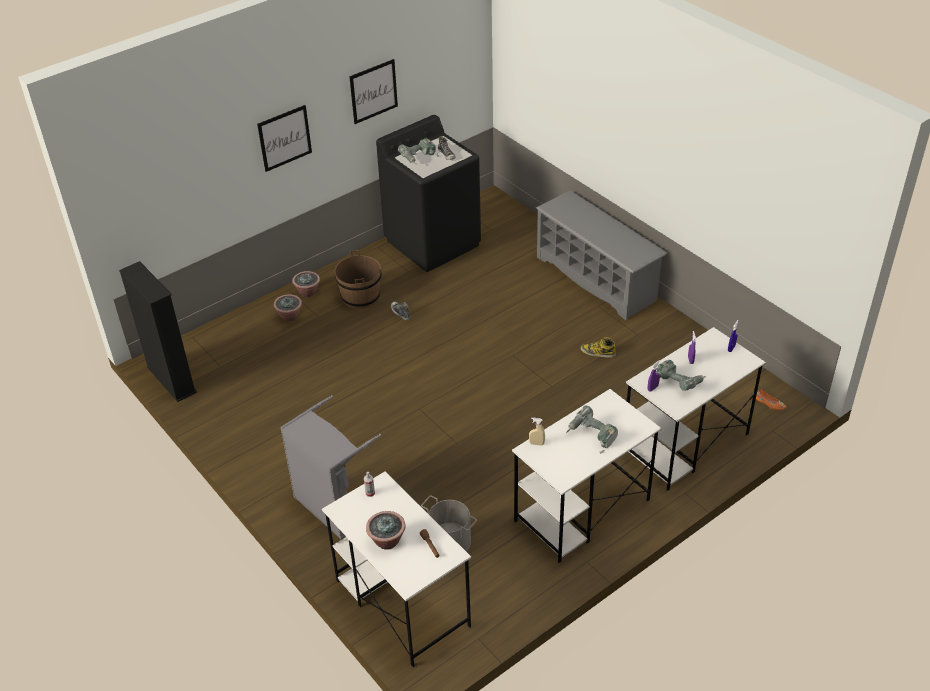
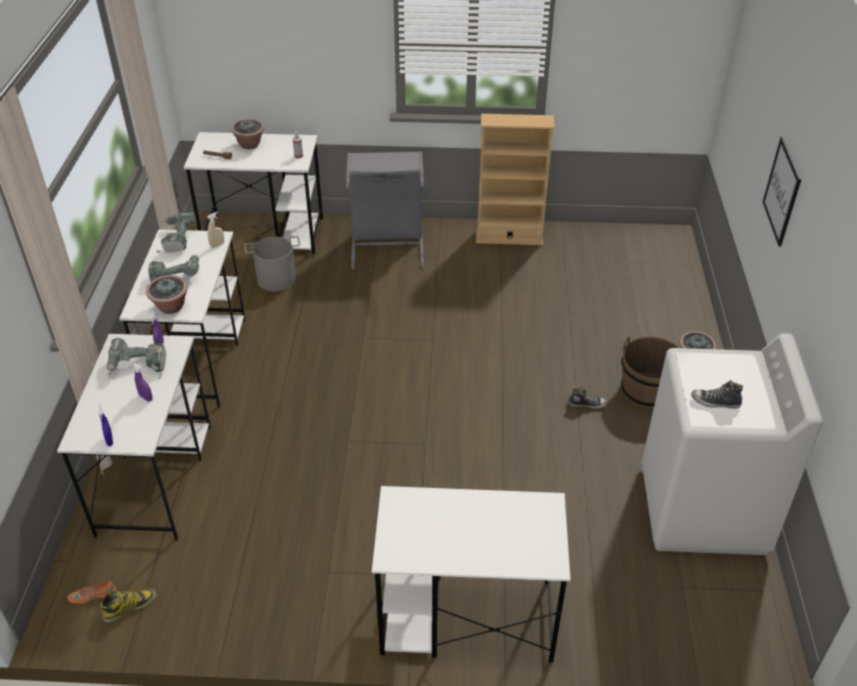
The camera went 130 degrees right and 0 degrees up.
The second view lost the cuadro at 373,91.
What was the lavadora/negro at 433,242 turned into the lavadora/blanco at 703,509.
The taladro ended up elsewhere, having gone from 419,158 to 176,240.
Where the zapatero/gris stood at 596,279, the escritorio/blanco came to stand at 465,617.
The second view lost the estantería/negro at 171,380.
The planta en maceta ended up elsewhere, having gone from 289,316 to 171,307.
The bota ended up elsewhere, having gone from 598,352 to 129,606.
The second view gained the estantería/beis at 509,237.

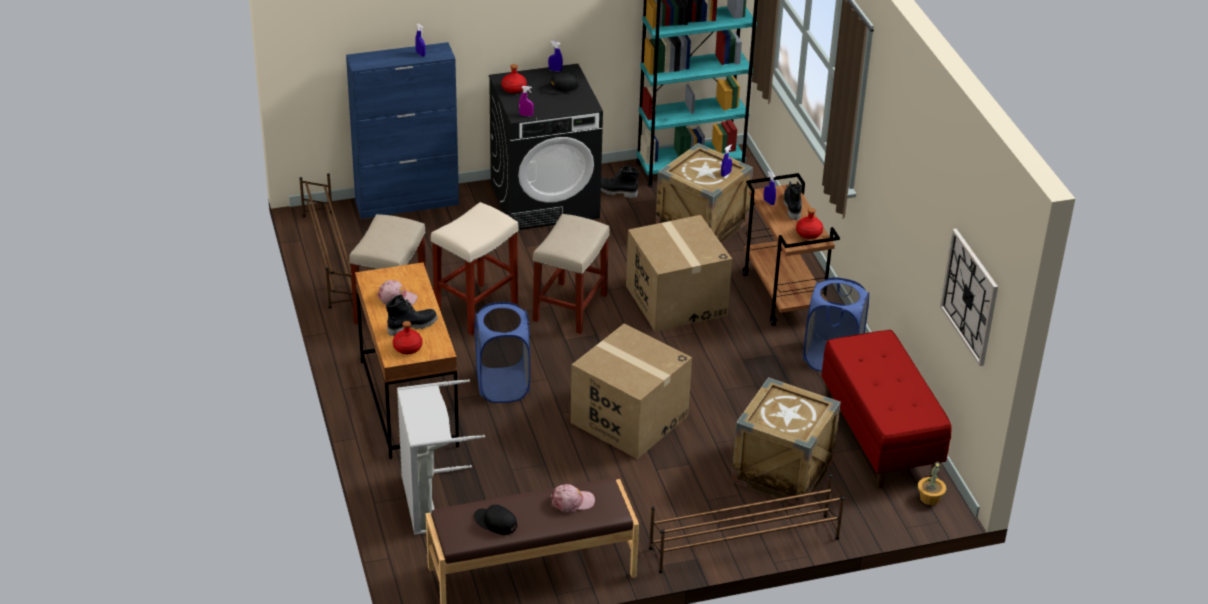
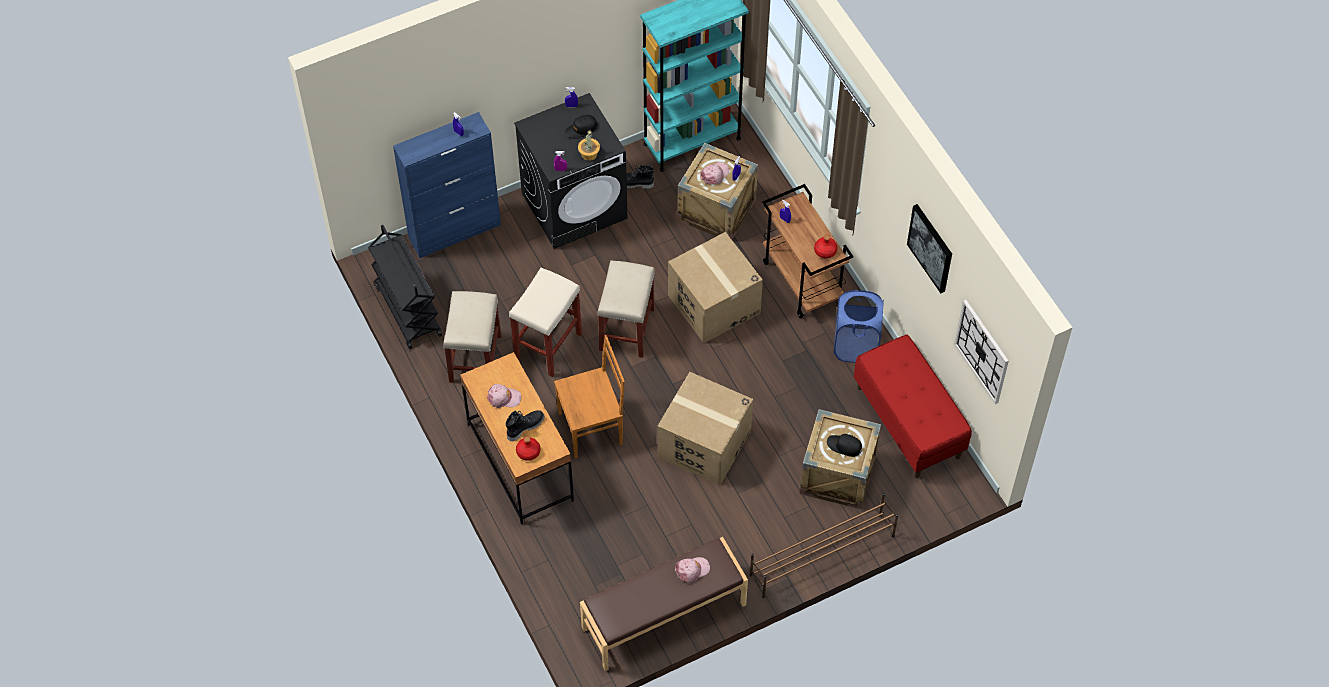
The camera went 10 degrees left and 20 degrees up.
The second view lost the botella/rojo at 514,89.
Where the zapatero/marrón stood at 330,258, the carrito/negro came to stand at 407,310.
The second view lost the bota/negro at 792,206.
Where the cesto de la ropa/azul stood at 503,385, the silla/marrón came to stand at 592,428.
The second view lost the cesto de la ropa/gris at 431,502.
The planta en maceta ended up elsewhere, having gone from 929,497 to 589,154.
The gorra/negro ended up elsewhere, having gone from 495,523 to 844,446.
The second view gained the gorra/rosa at 715,174.
The second view gained the cuadro at 931,248.

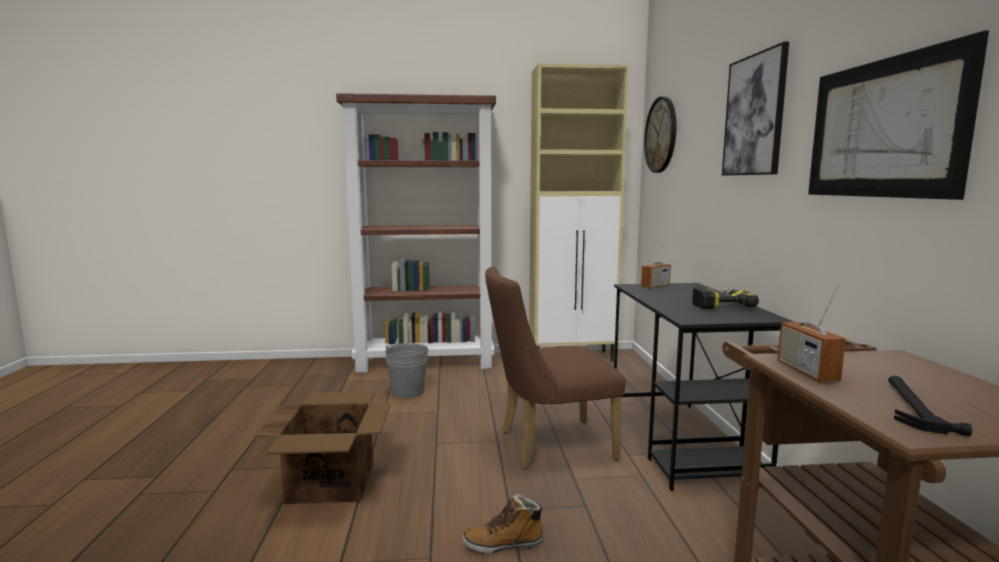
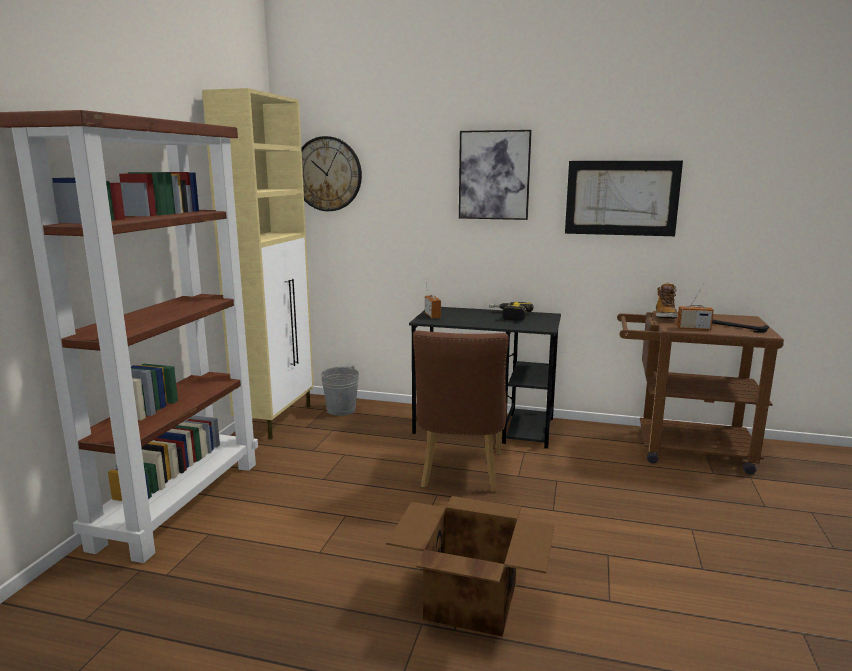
The camera went 70 degrees left and 5 degrees up.
The cubo/gris ended up elsewhere, having gone from 408,392 to 341,410.
The bota ended up elsewhere, having gone from 504,544 to 665,316.

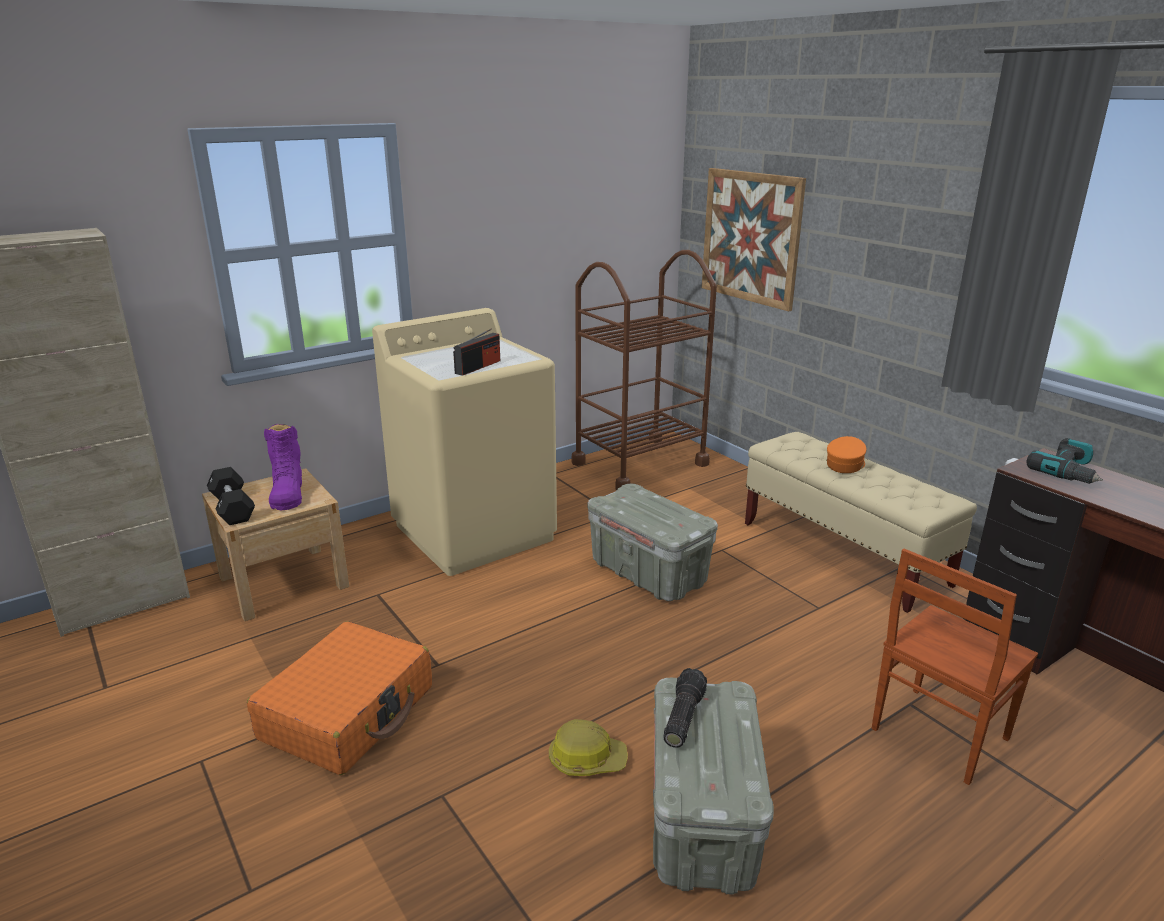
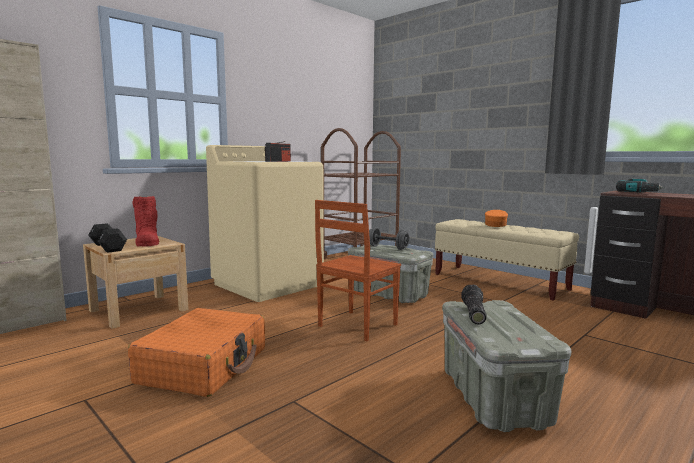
The camera went 10 degrees left and 15 degrees down.
The second view lost the cuadro at 751,237.
What was the bota/morado at 287,492 turned into the bota/rojo at 147,242.
The silla/marrón ended up elsewhere, having gone from 936,734 to 356,325.
The second view lost the casco at 586,759.
The second view gained the mancuerna/gris at 387,248.

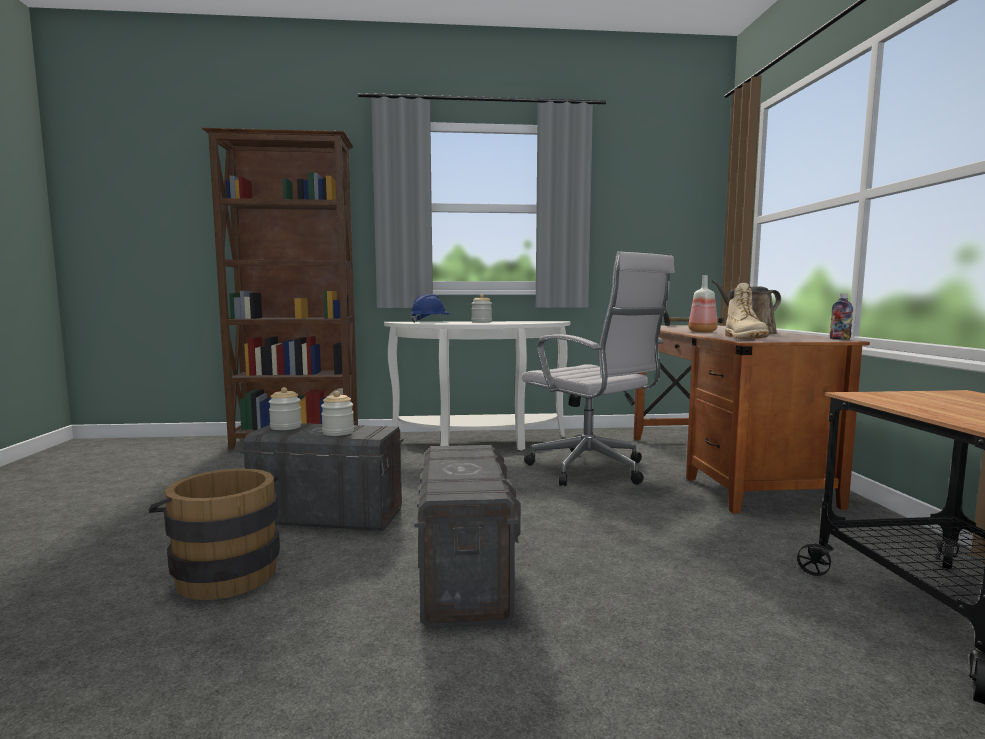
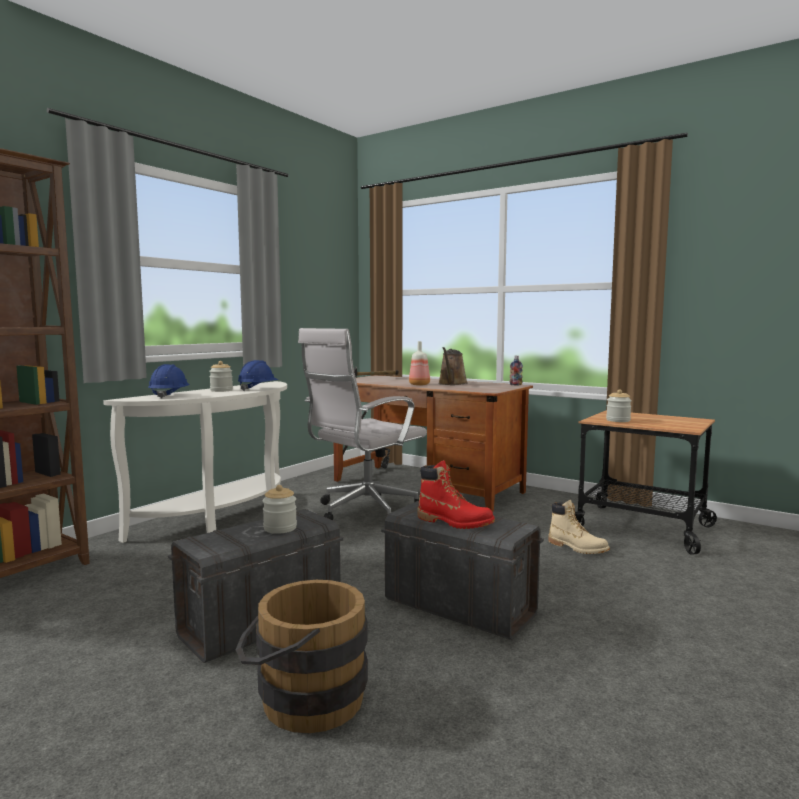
The camera went 50 degrees left and 0 degrees up.
The silla de oficina/blanco at 593,470 ended up facing another way, 135 degrees clockwise from before.
The bota/beis ended up elsewhere, having gone from 745,338 to 577,548.
The tarro ended up elsewhere, having gone from 285,427 to 618,420.
The second view gained the casco/azul at 258,389.
The second view gained the bota/rojo at 454,522.

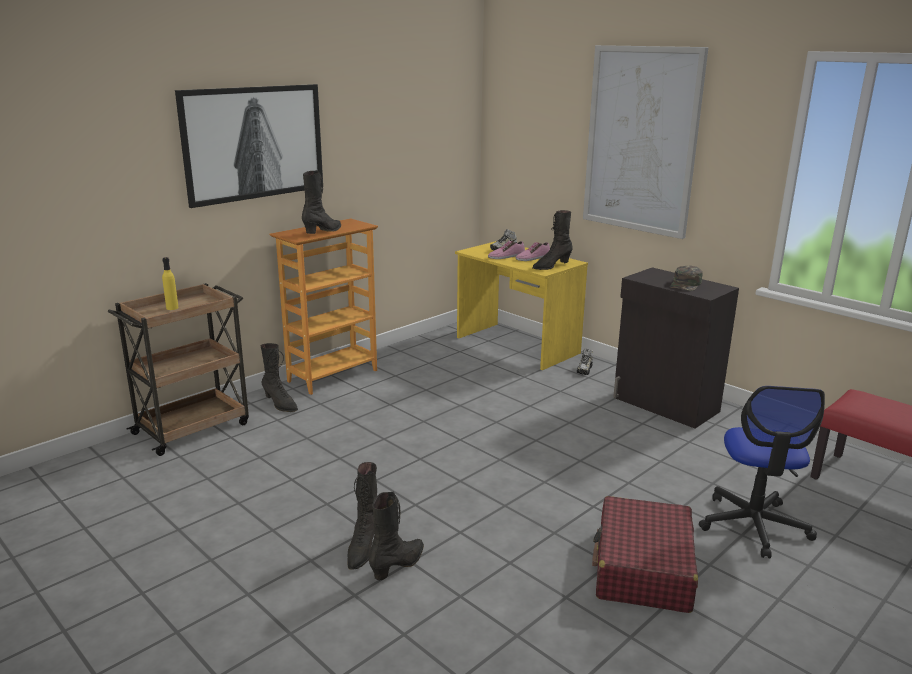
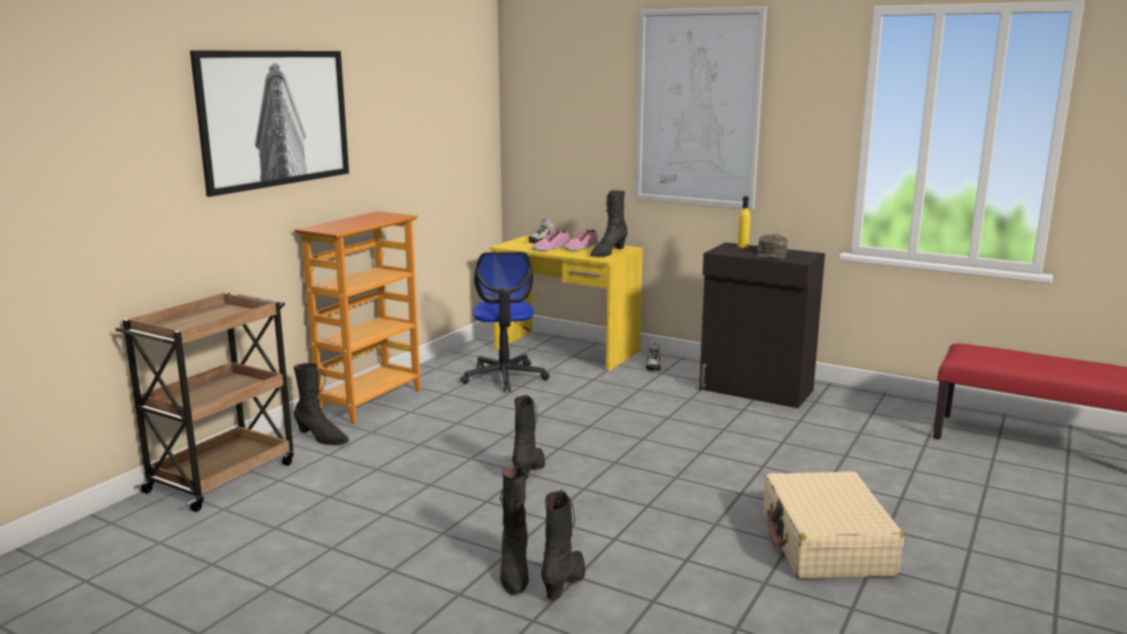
The camera went 15 degrees left and 5 degrees down.
The bota/negro ended up elsewhere, having gone from 323,231 to 530,470.
The botella/amarillo ended up elsewhere, having gone from 172,308 to 743,246.
The silla de oficina ended up elsewhere, having gone from 753,525 to 504,377.
What was the maleta/rojo at 643,568 turned into the maleta/beis at 826,543.

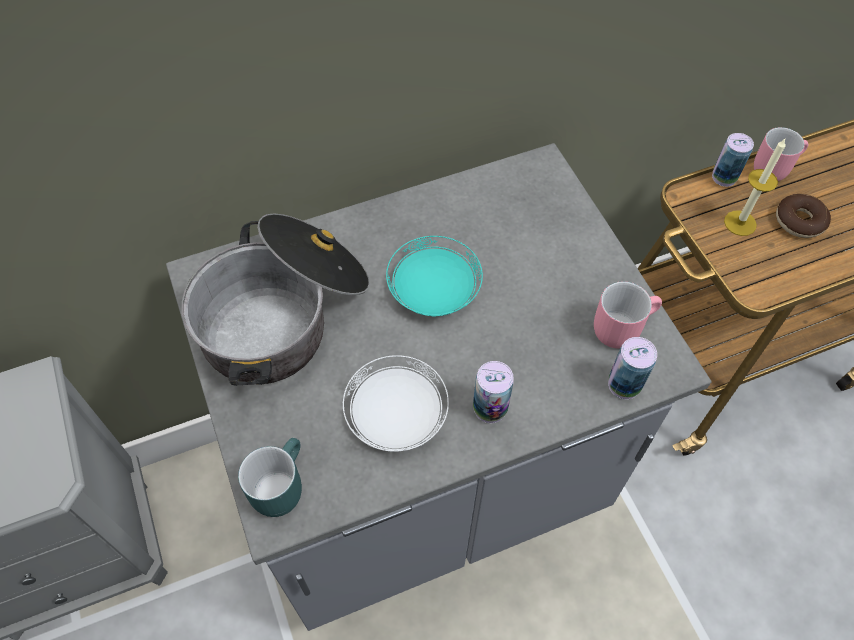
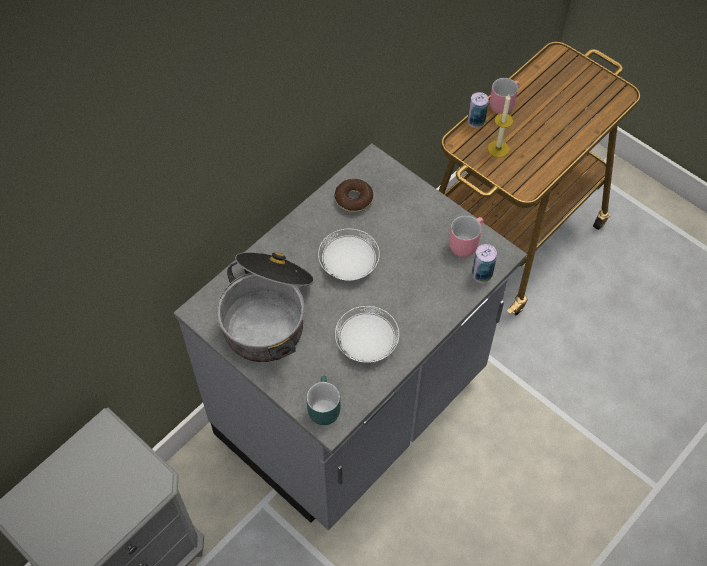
The camera went 25 degrees left and 0 degrees up.
The rosquilla ended up elsewhere, having gone from 799,221 to 353,199.
What was the plato/turquesa at 433,291 turned into the plato/blanco at 348,264.
The second view lost the lata at 490,408.

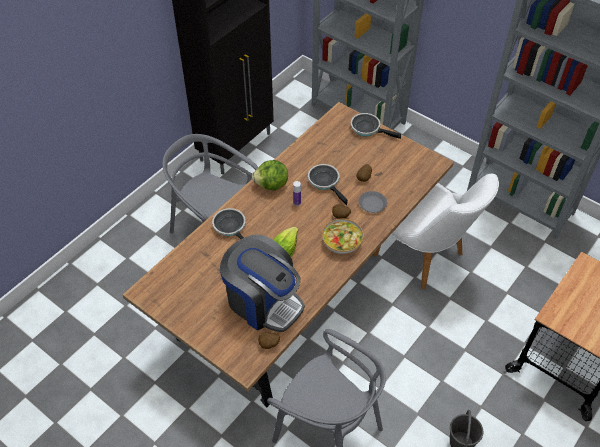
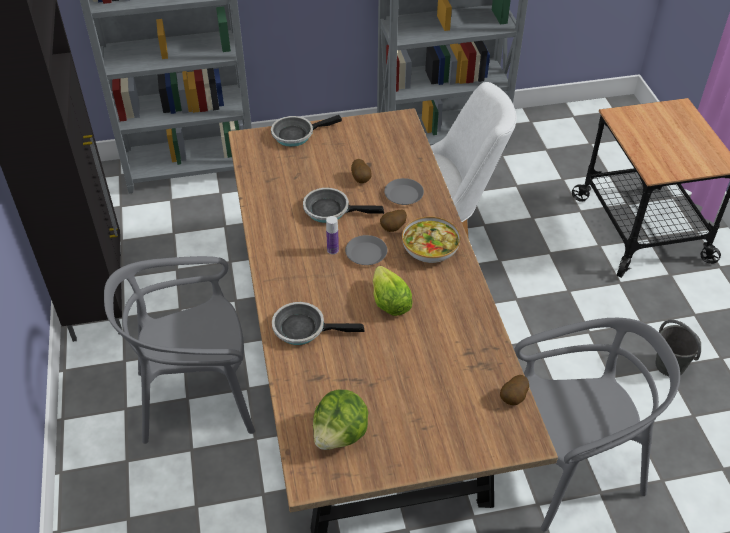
The camera went 50 degrees left and 5 degrees down.
The lechuga ended up elsewhere, having gone from 271,185 to 340,434.
The second view lost the cafetera at 263,302.
The second view gained the plato/gris at 366,254.

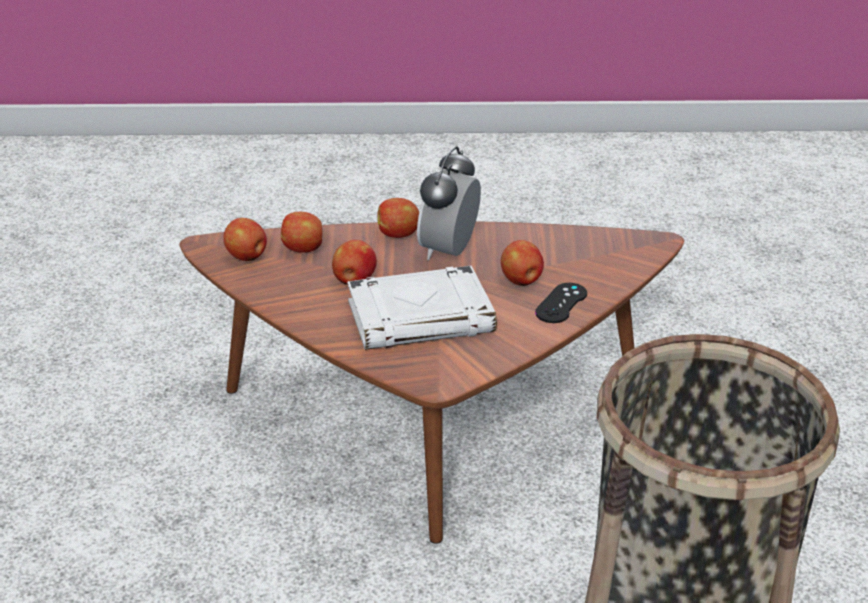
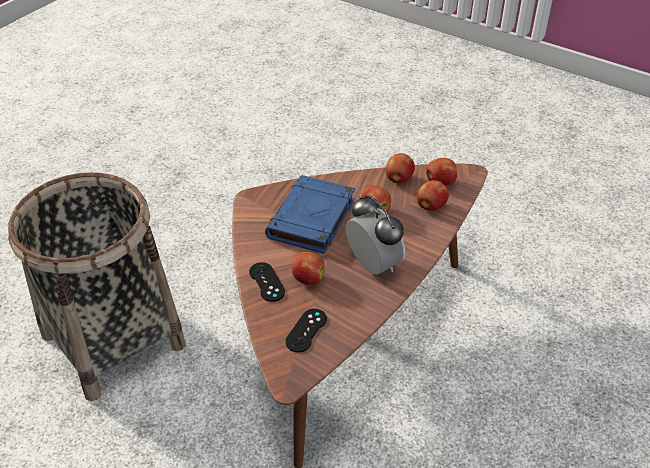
The camera went 125 degrees right and 10 degrees up.
The manzana ended up elsewhere, having gone from 399,235 to 398,179.
What was the libro/blanco at 422,317 turned into the libro/azul at 311,219.
The second view gained the mando de consola/negro at 306,330.

